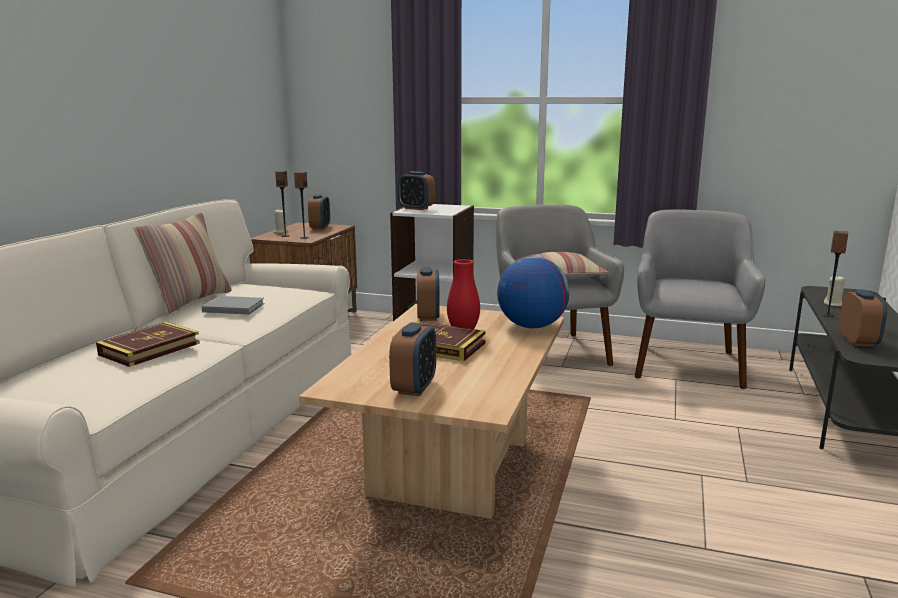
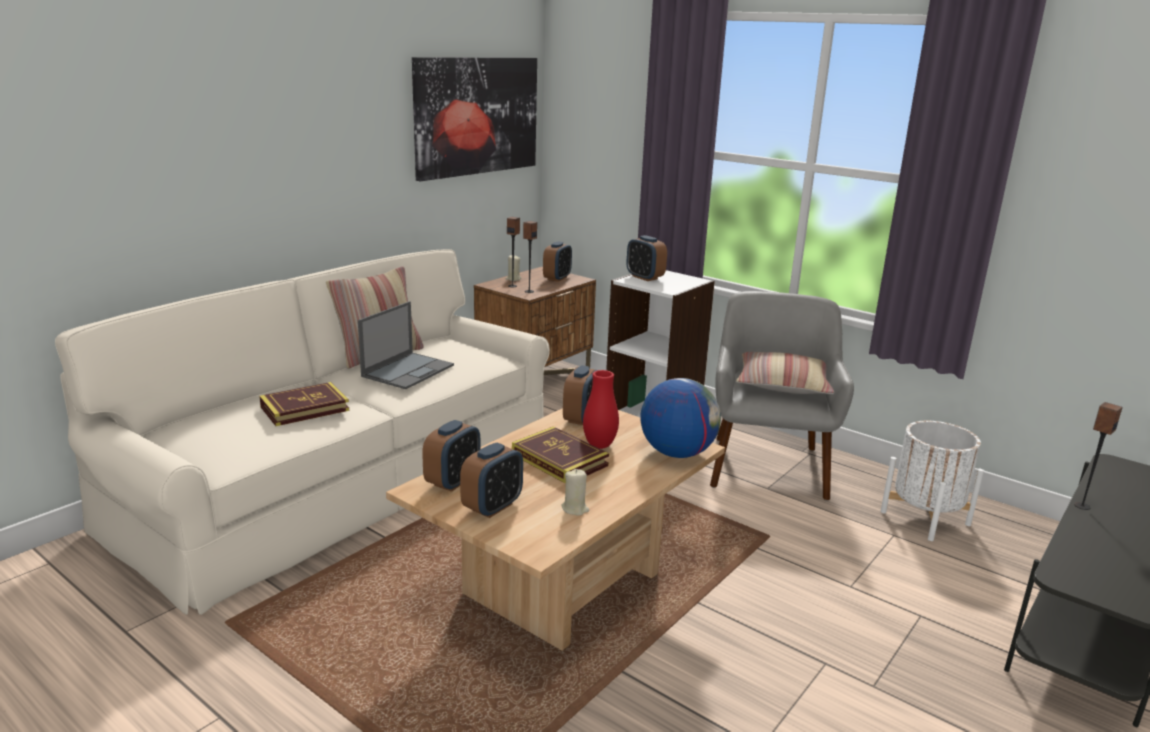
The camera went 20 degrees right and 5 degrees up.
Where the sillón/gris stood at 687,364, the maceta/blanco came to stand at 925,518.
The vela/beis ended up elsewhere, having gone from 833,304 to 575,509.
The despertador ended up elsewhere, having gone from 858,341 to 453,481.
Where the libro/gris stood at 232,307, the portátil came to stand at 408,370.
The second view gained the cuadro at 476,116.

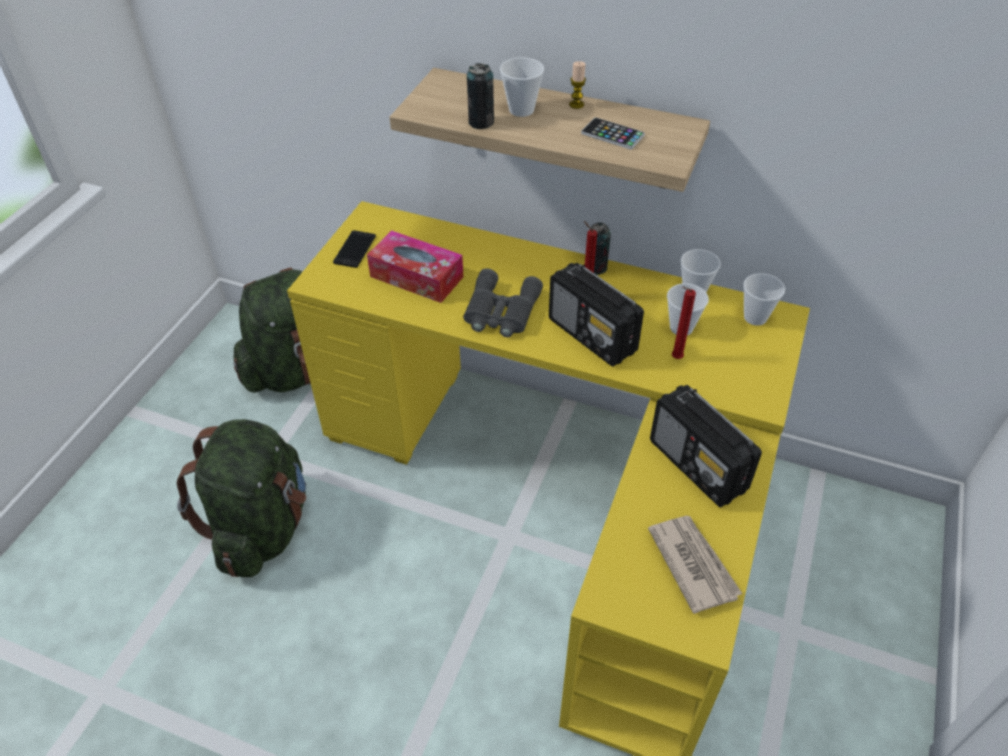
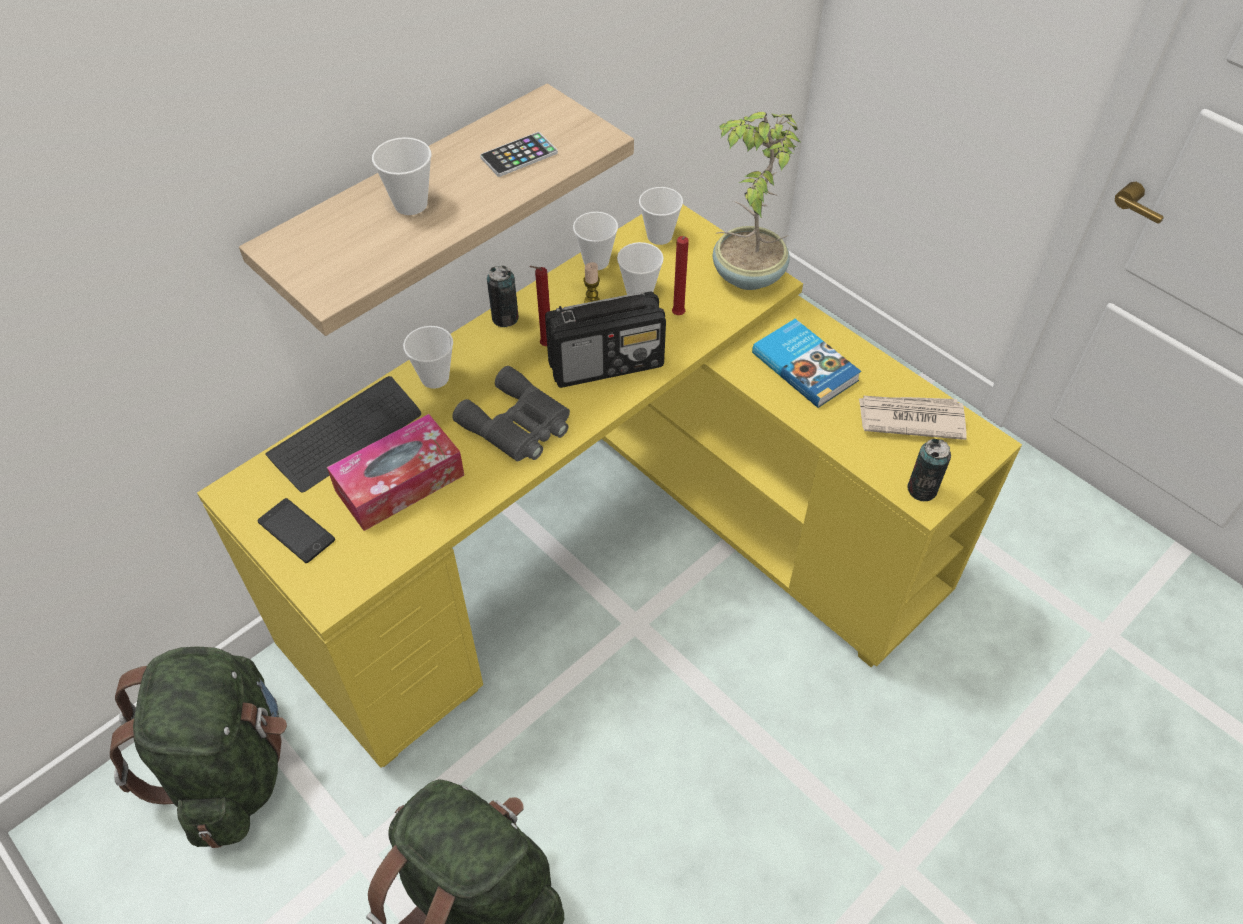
The camera went 65 degrees left and 5 degrees up.
The vela ended up elsewhere, having gone from 576,105 to 592,301.
The lata ended up elsewhere, having gone from 481,122 to 922,489.
Where the radio stood at 698,466, the libro came to stand at 805,366.
The second view gained the planta en maceta at 746,275.
The second view gained the taza at 435,378.
The second view gained the teclado at 346,436.

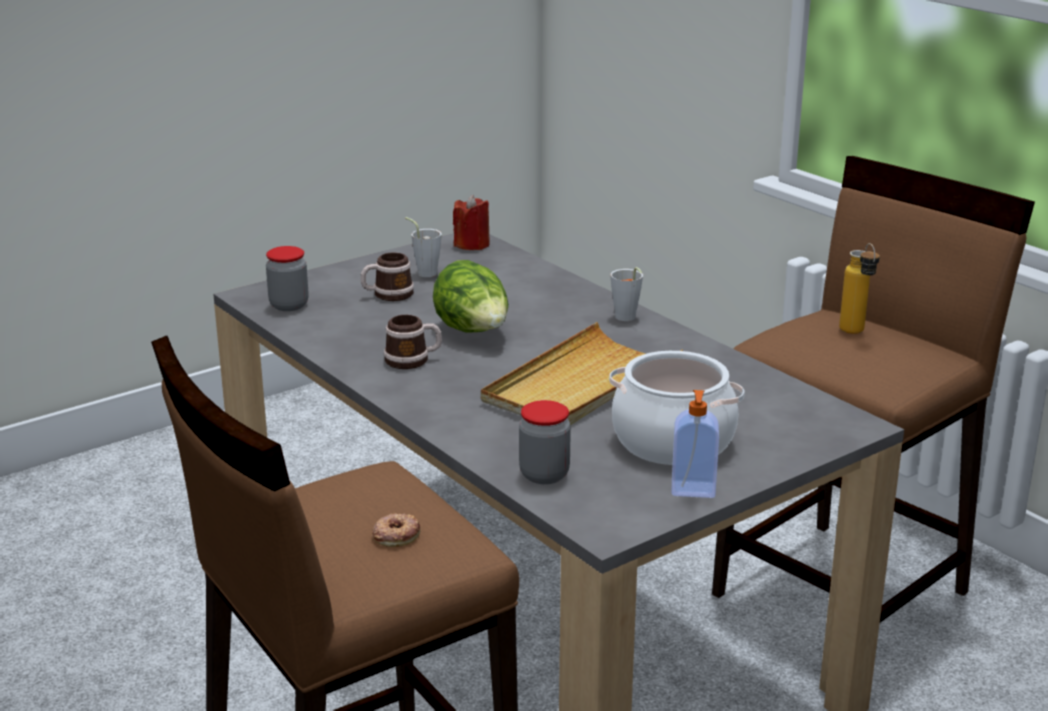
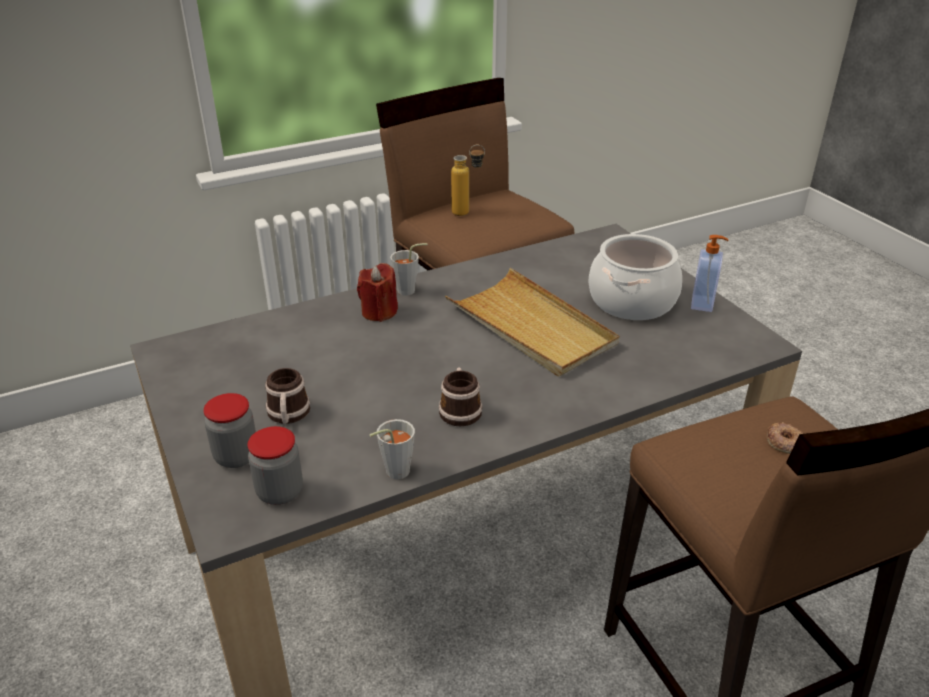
The camera went 80 degrees left and 10 degrees up.
The vela/rojo ended up elsewhere, having gone from 472,245 to 379,312.
The taza/gris ended up elsewhere, having gone from 424,272 to 392,473.
The second view lost the lechuga at 473,332.
The tarro ended up elsewhere, having gone from 544,475 to 236,456.

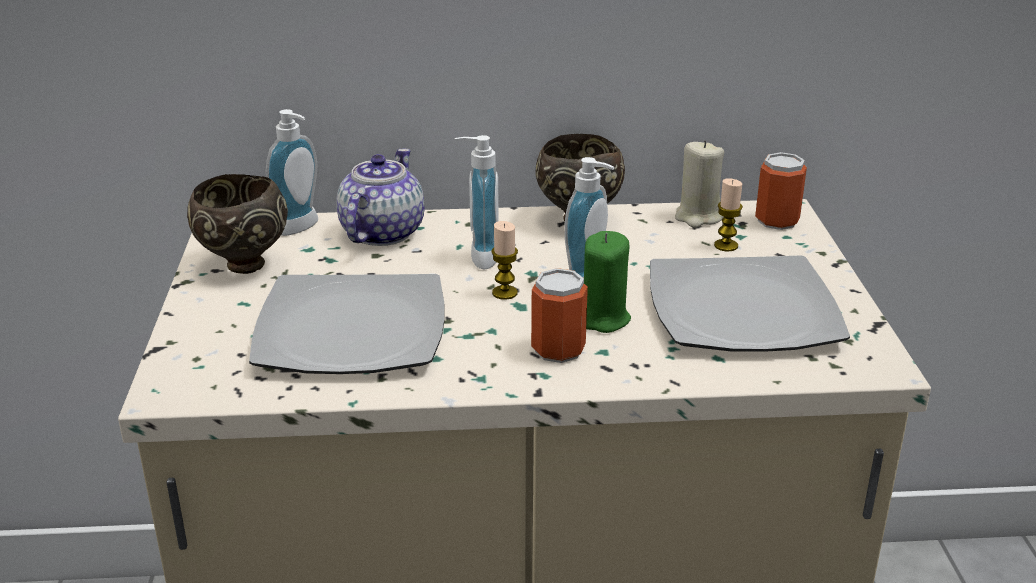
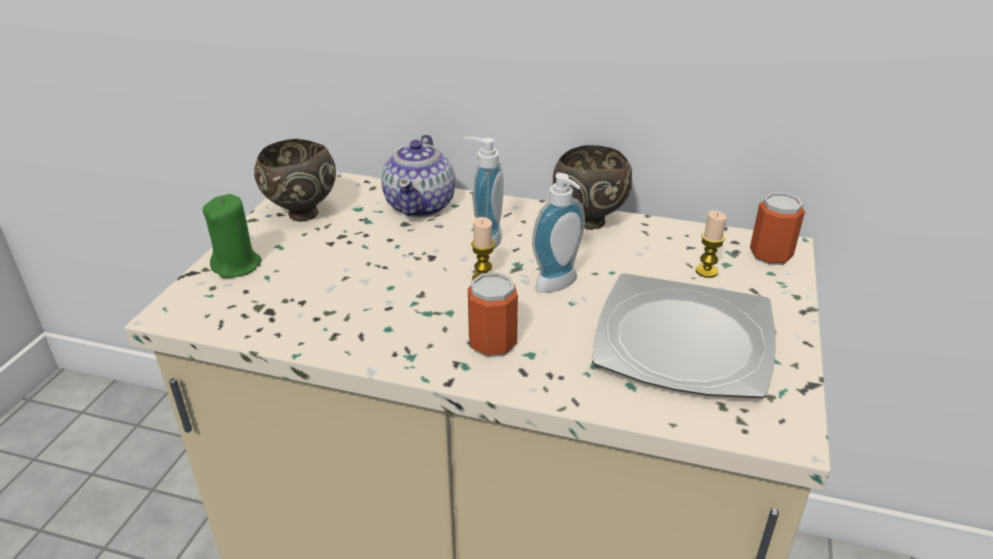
The camera went 20 degrees right and 5 degrees up.
The second view lost the dispensador de jabón at 302,228.
The second view lost the vela/beis at 698,217.
The tetera at 381,233 ended up facing another way, 150 degrees clockwise from before.
The vela/verde ended up elsewhere, having gone from 602,318 to 237,266.
The second view lost the plato at 353,331.

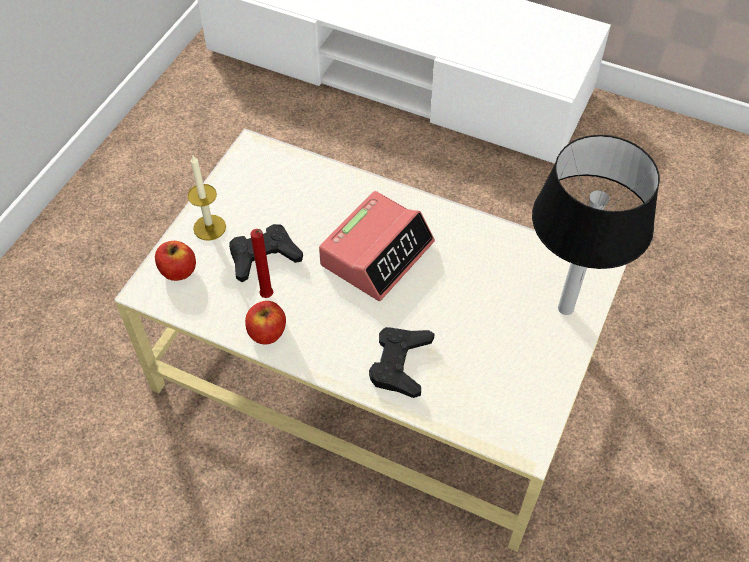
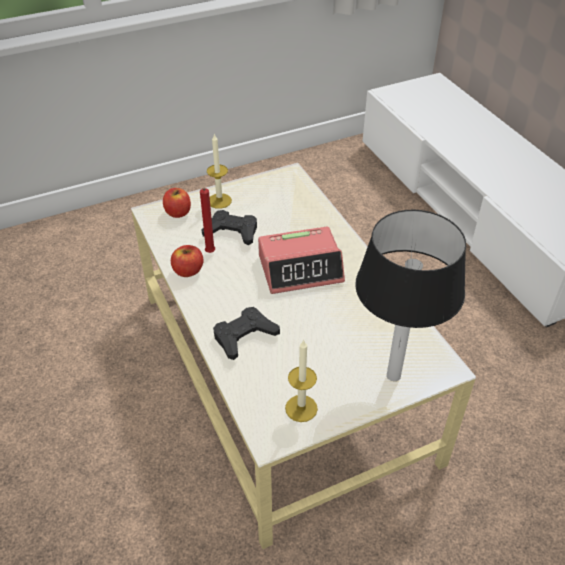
The camera went 40 degrees right and 10 degrees down.
The second view gained the vela at 301,408.

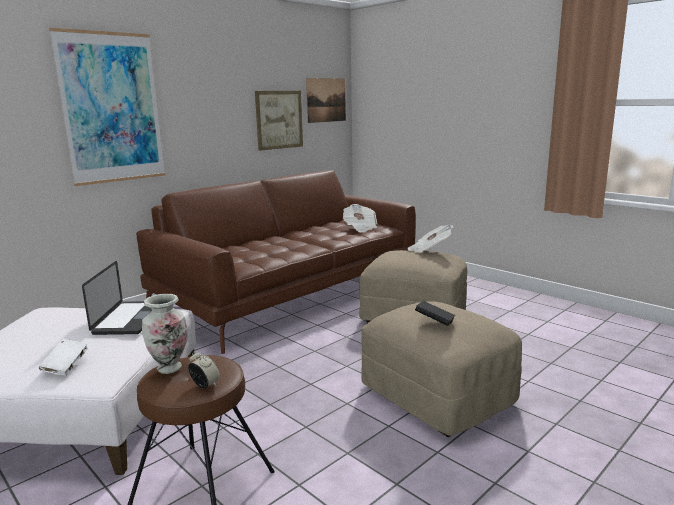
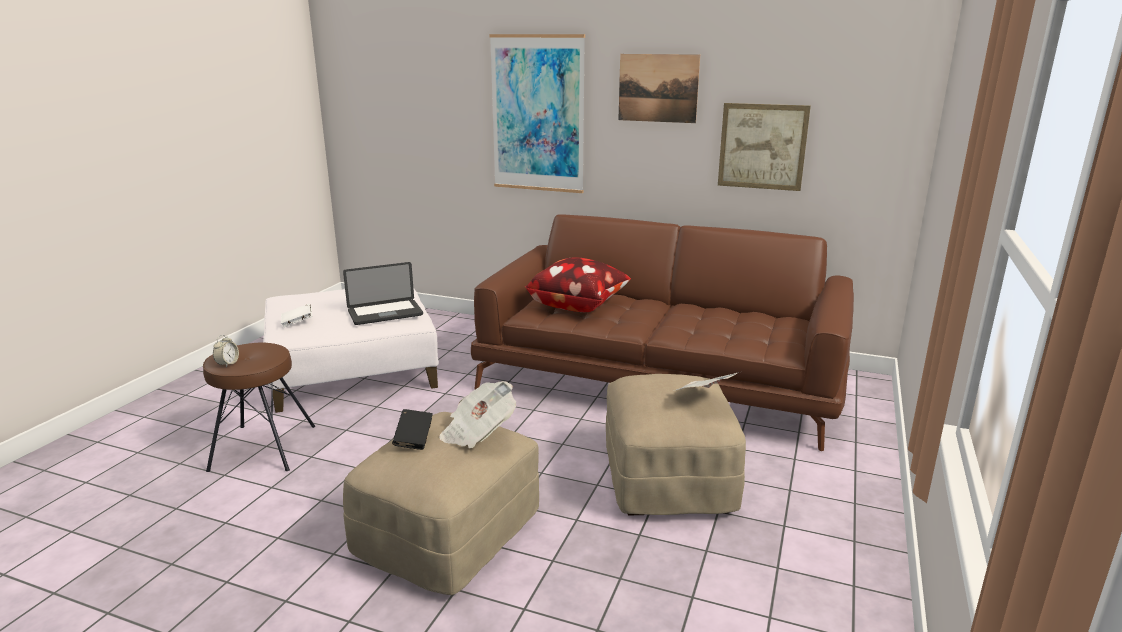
The camera went 65 degrees right and 5 degrees up.
The cuadro ended up elsewhere, having gone from 326,100 to 658,88.
The periódico ended up elsewhere, having gone from 360,228 to 478,432.
The second view lost the florero at 169,368.
The second view gained the cojín at 577,306.

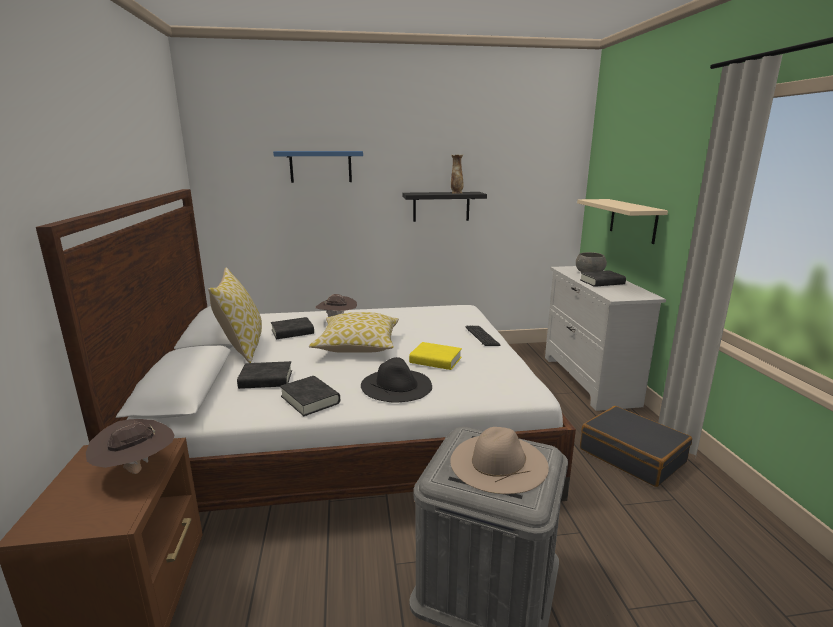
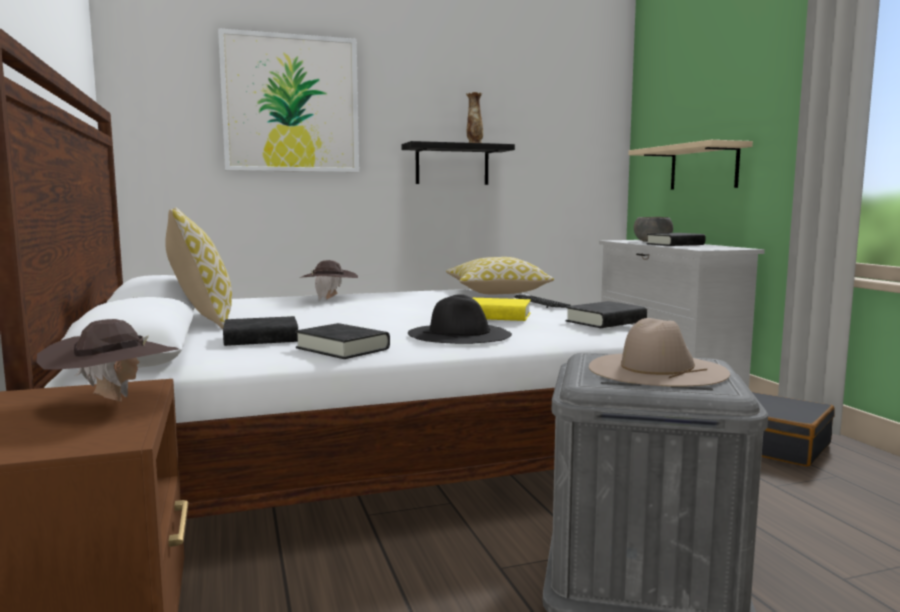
The camera went 10 degrees left and 10 degrees down.
Where the estante/azul hung at 320,166, the cuadro came to hang at 291,104.
The cojín ended up elsewhere, having gone from 357,345 to 496,292.
The libro/negro ended up elsewhere, having gone from 292,332 to 605,321.

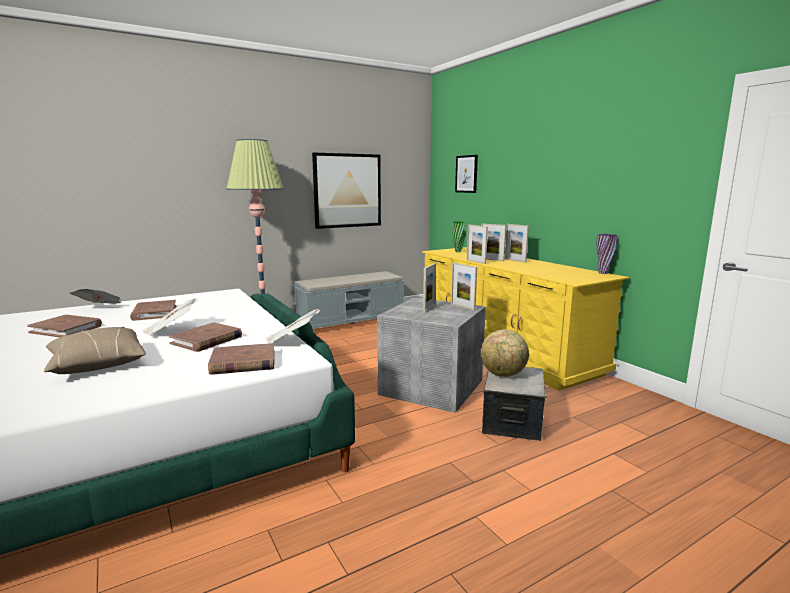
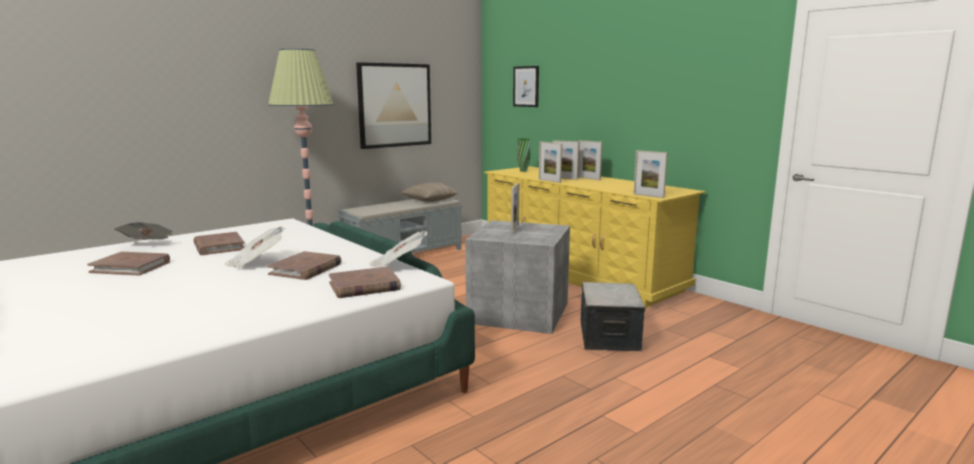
The camera went 10 degrees left and 0 degrees up.
The second view lost the florero/morado at 603,273.
The portarretratos ended up elsewhere, having gone from 462,307 to 648,196.
The cojín/beis ended up elsewhere, having gone from 97,364 to 429,200.
The second view lost the globo terráqueo at 503,374.

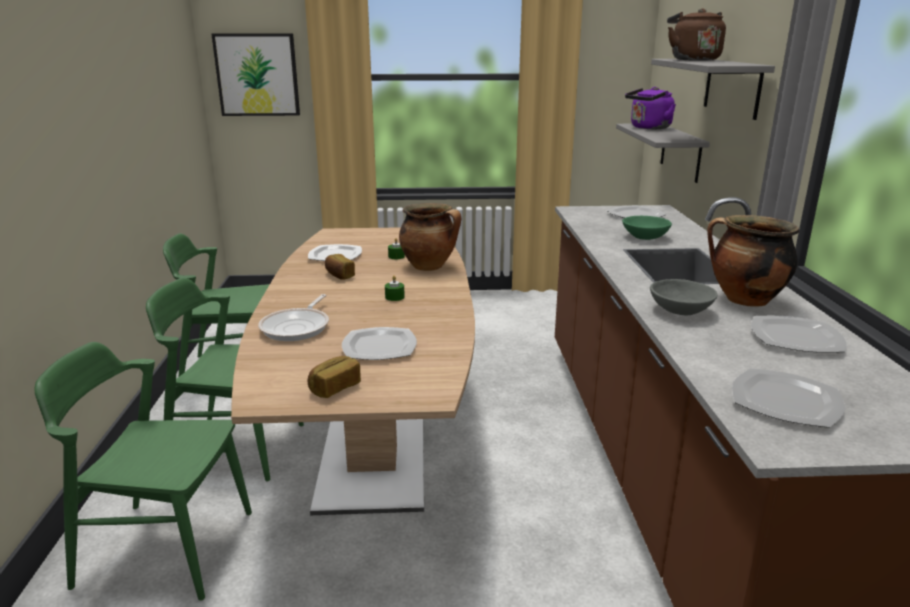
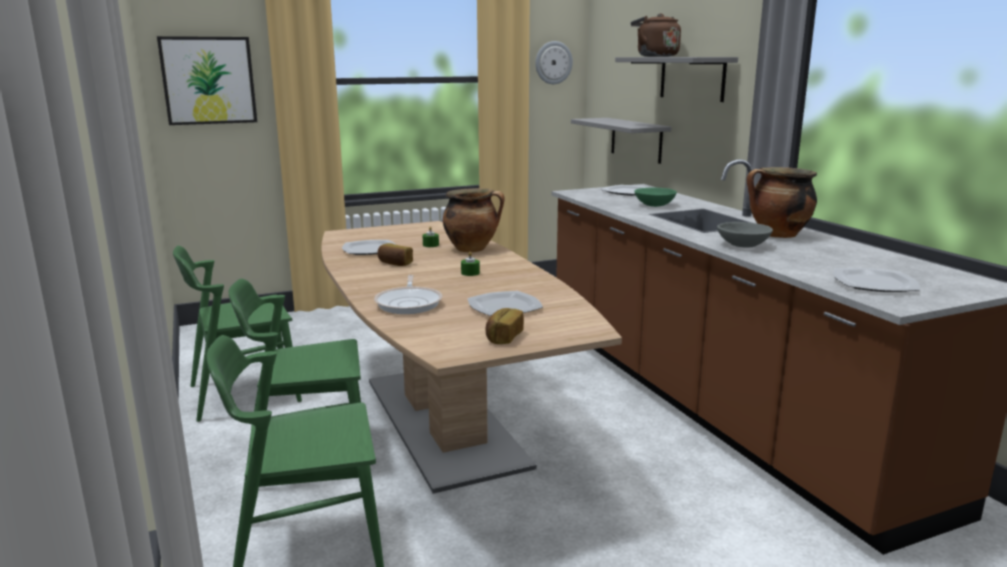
The camera went 20 degrees left and 5 degrees down.
The second view lost the hervidor/morado at 648,128.
The second view lost the plato at 797,338.
The second view gained the reloj de pared at 553,62.

